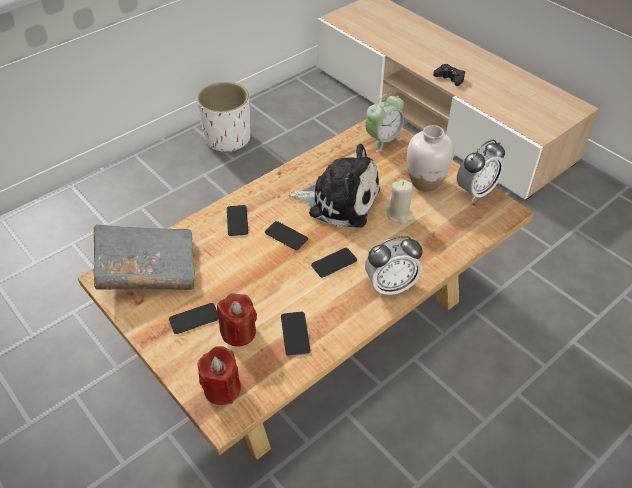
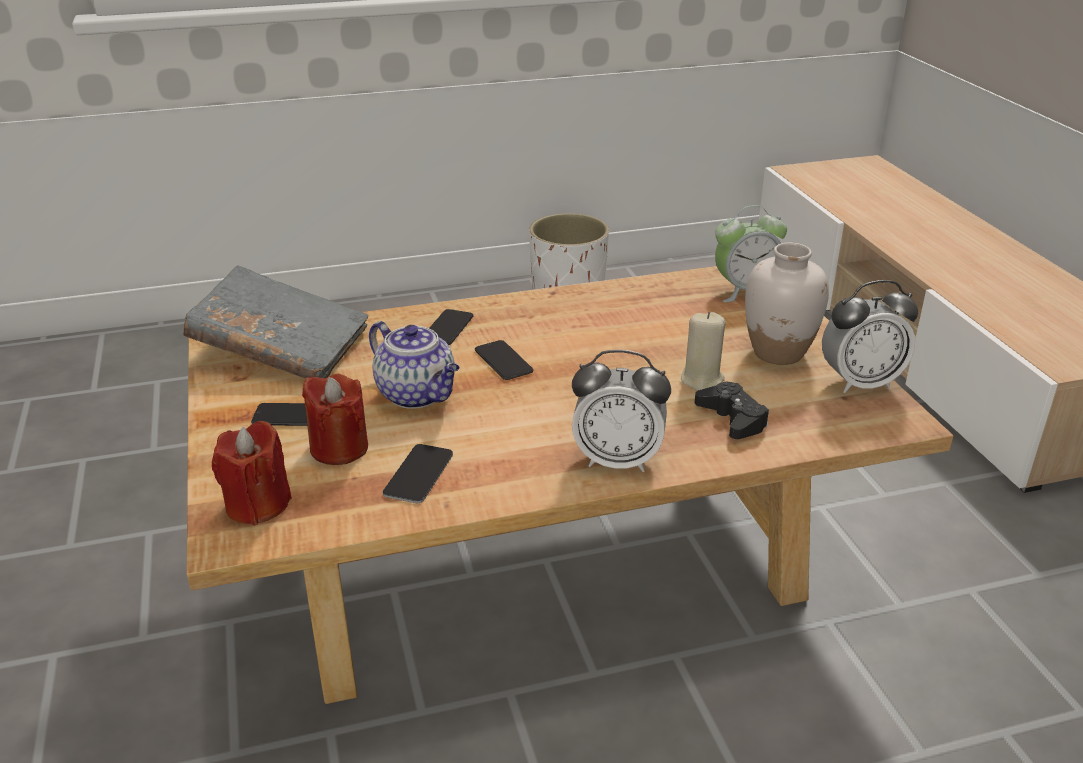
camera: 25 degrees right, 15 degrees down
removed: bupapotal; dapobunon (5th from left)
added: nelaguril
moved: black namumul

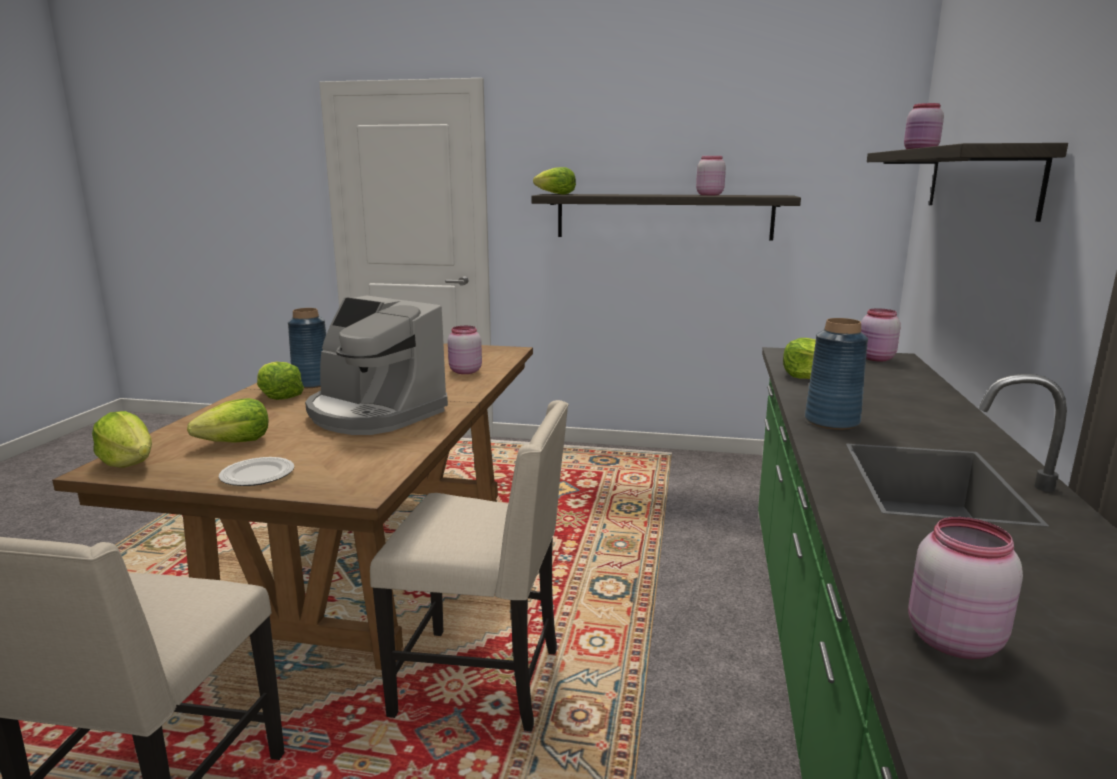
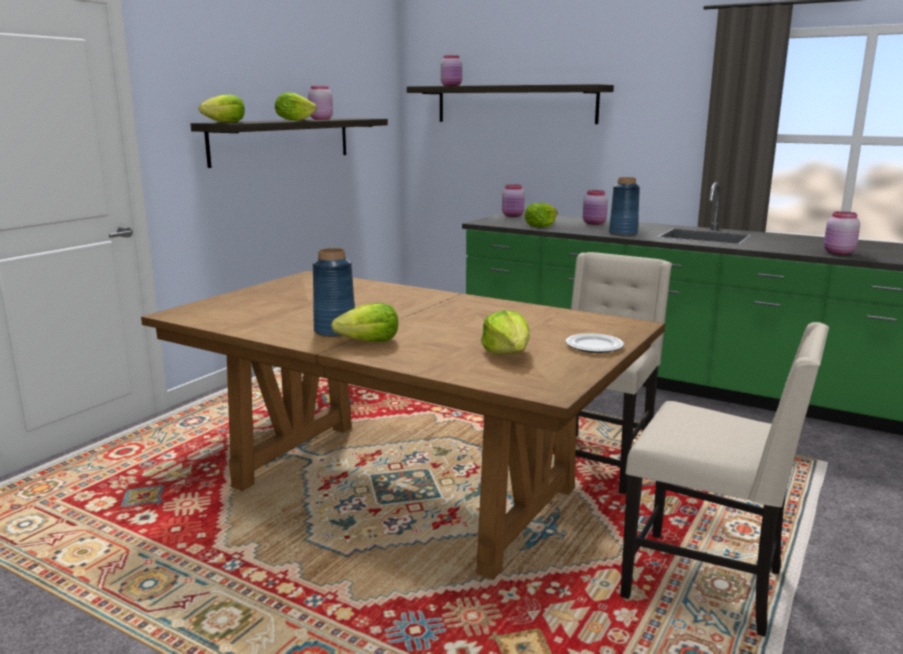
camera: 70 degrees left, 0 degrees up
removed: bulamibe
moved: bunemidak (1st from left in the first image) to bunemidak (2nd from left); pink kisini (1st from left in the first image) to pink kisini (4th from left)

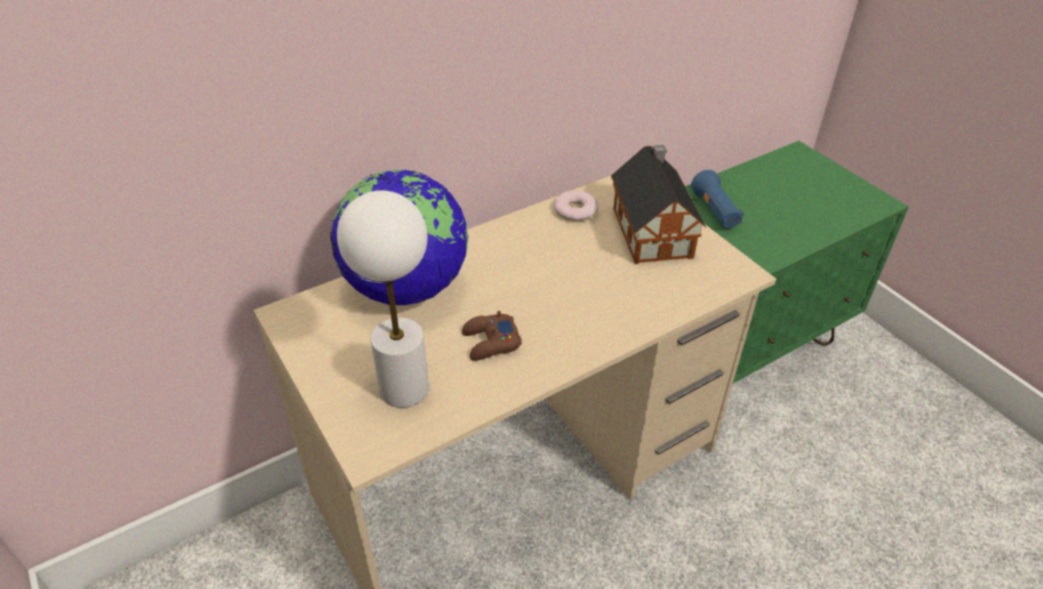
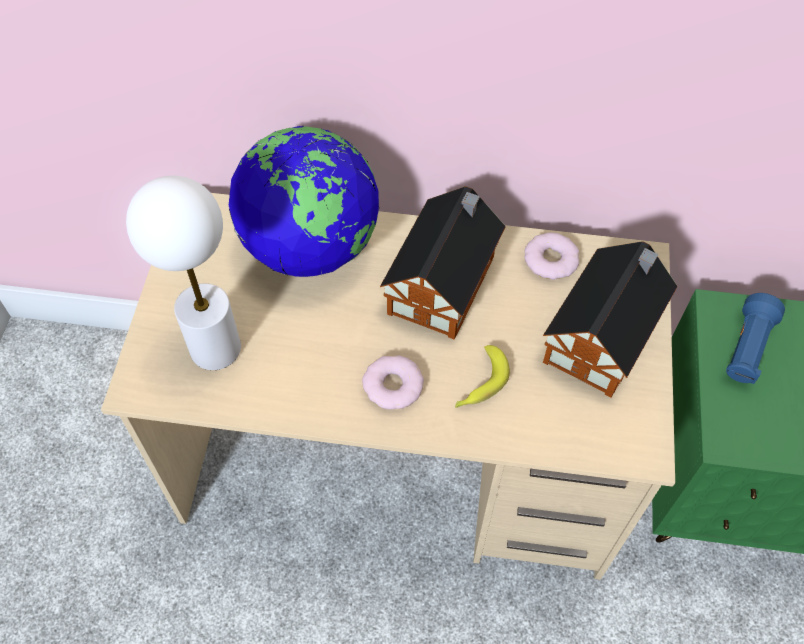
camera: 40 degrees right, 15 degrees up
removed: brown namumul
added: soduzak (1st from left); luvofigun (1st from left); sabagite

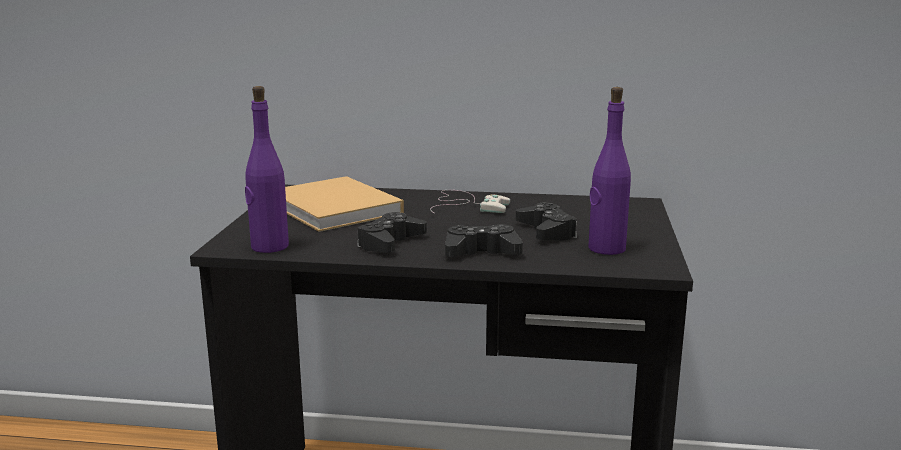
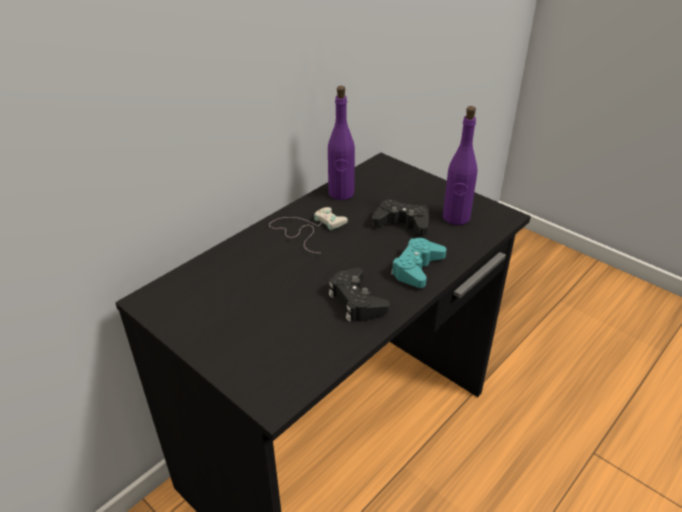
camera: 55 degrees left, 20 degrees up
removed: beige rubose
moved: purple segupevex (1st from left)
recoloured: black namumul (2nd from left) to turquoise namumul

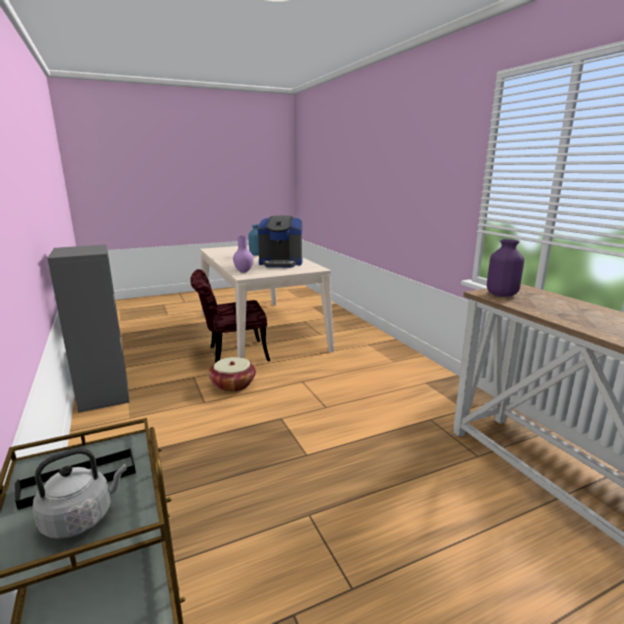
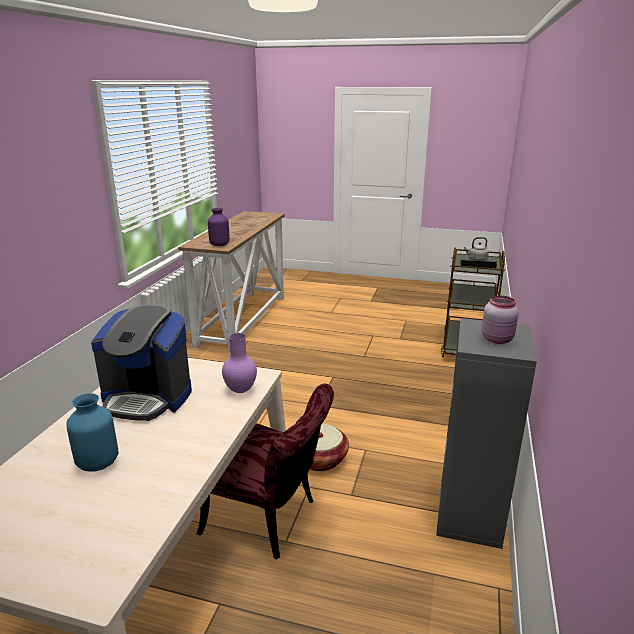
camera: 140 degrees left, 5 degrees up
added: pink kisini
turned: bulamibe 150 degrees clockwise

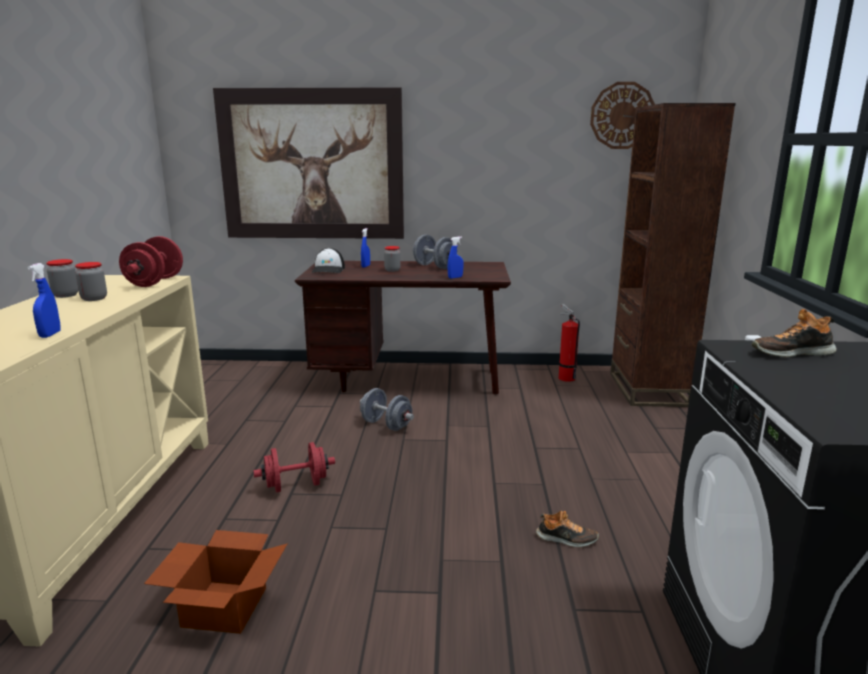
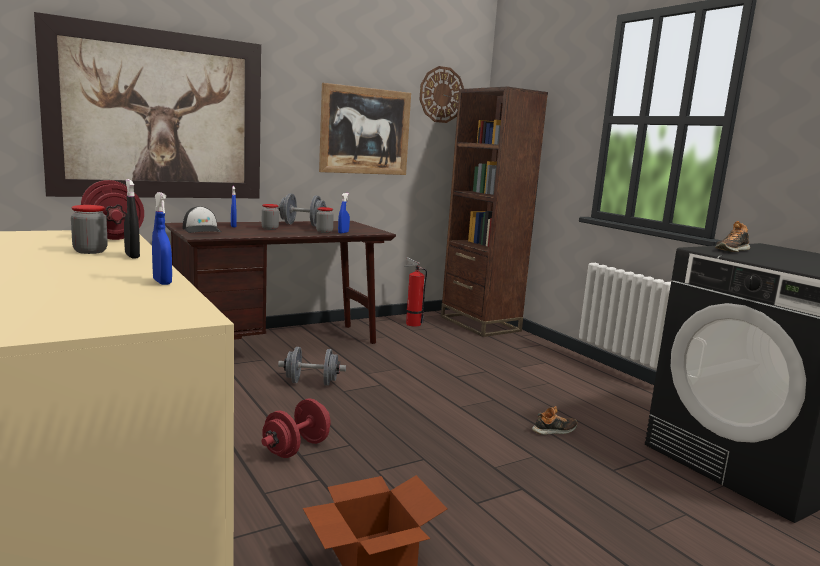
camera: 35 degrees left, 5 degrees down
added: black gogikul; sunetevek (2nd from left)
moved: kisini (1st from left in the first image) to kisini (3rd from left)

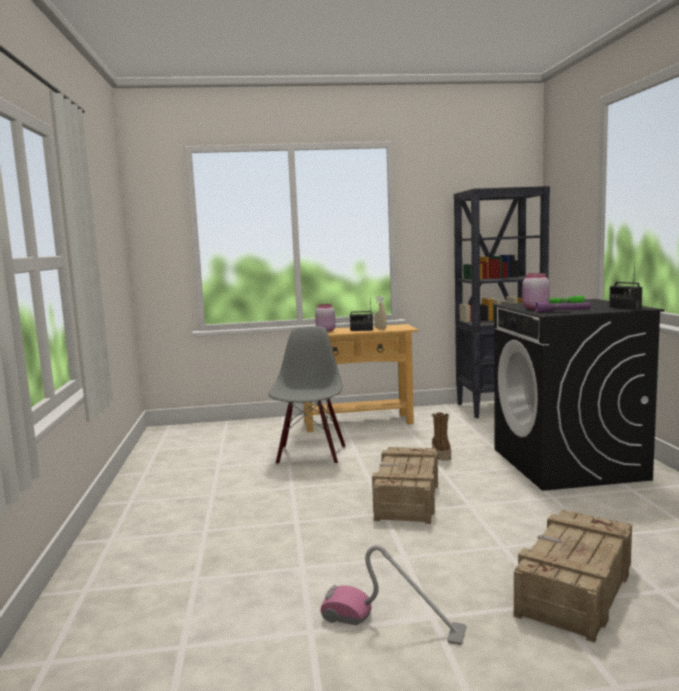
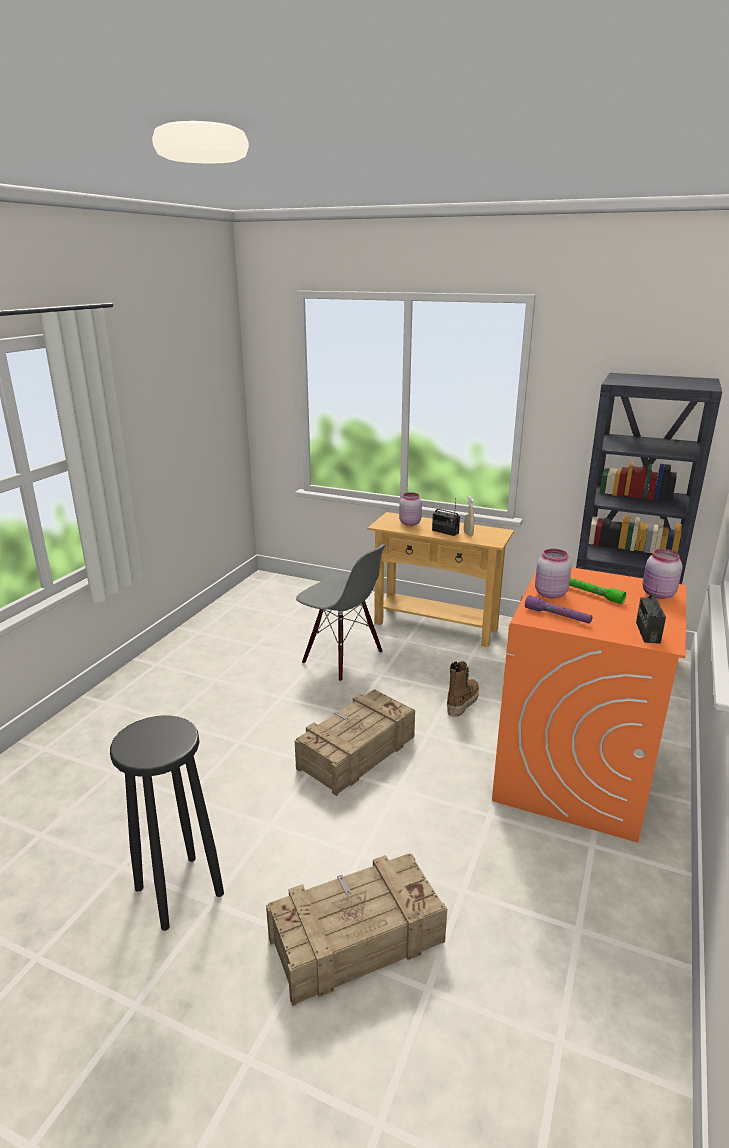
camera: 30 degrees right, 15 degrees up
added: pink kisini (3rd from left)
replaced: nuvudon to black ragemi
recoloured: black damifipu to orange damifipu
turned: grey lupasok 90 degrees clockwise

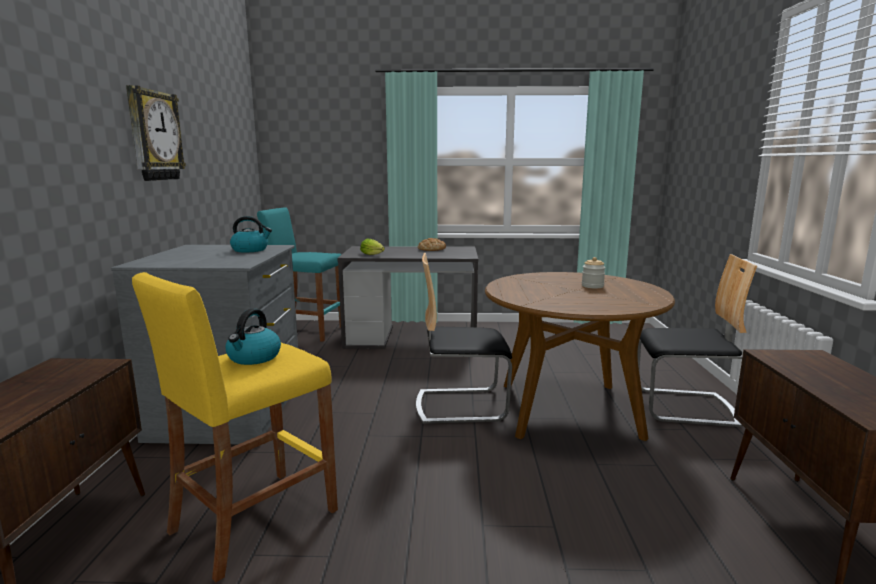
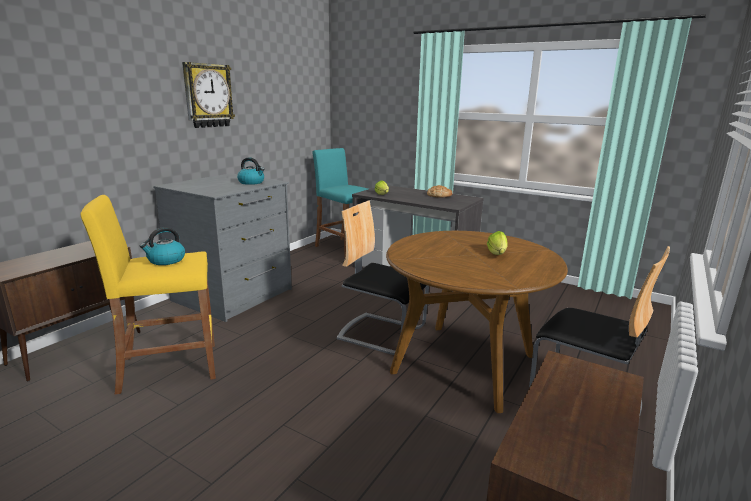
camera: 30 degrees right, 5 degrees up
replaced: kisini to bunemidak (2nd from left)

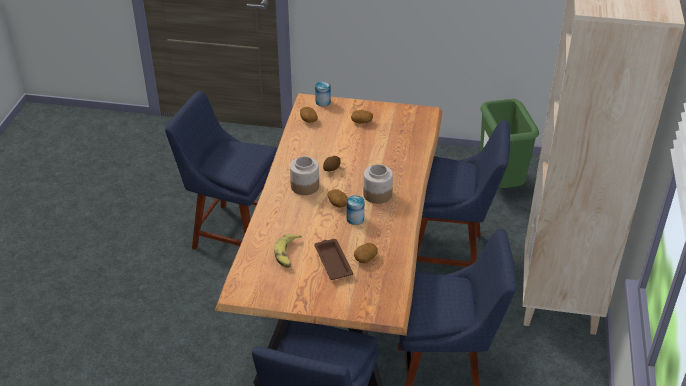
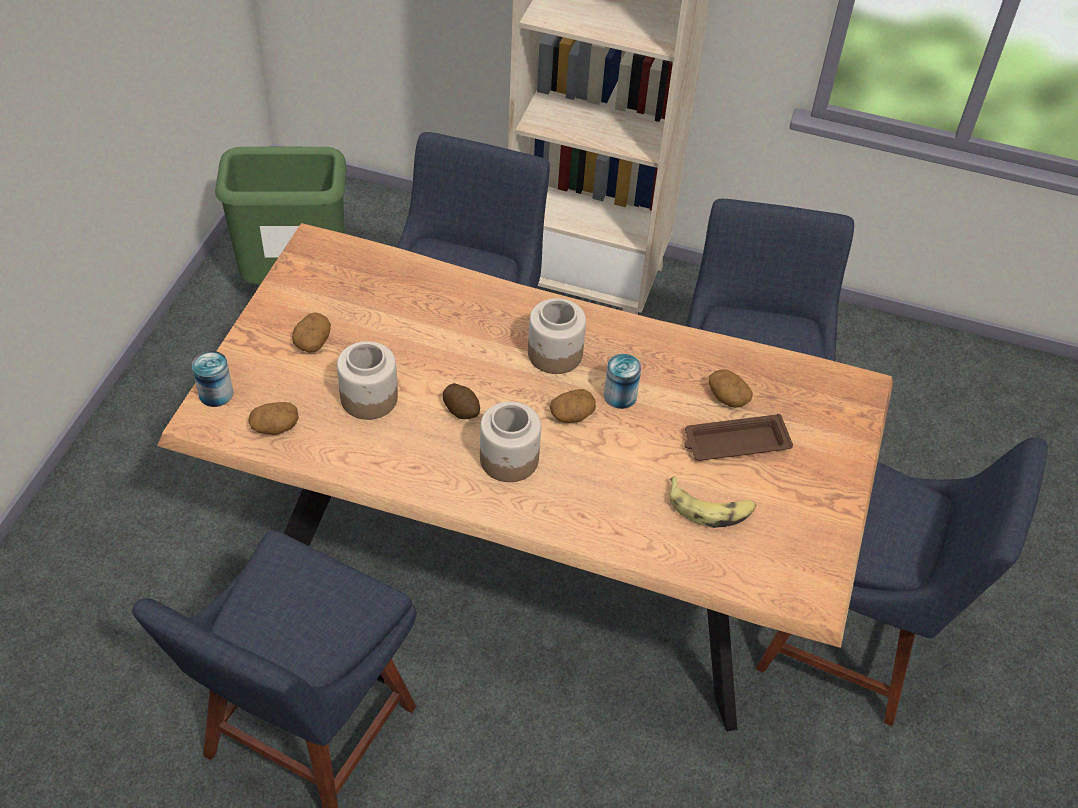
camera: 85 degrees left, 10 degrees up
added: kisini (1st from left)

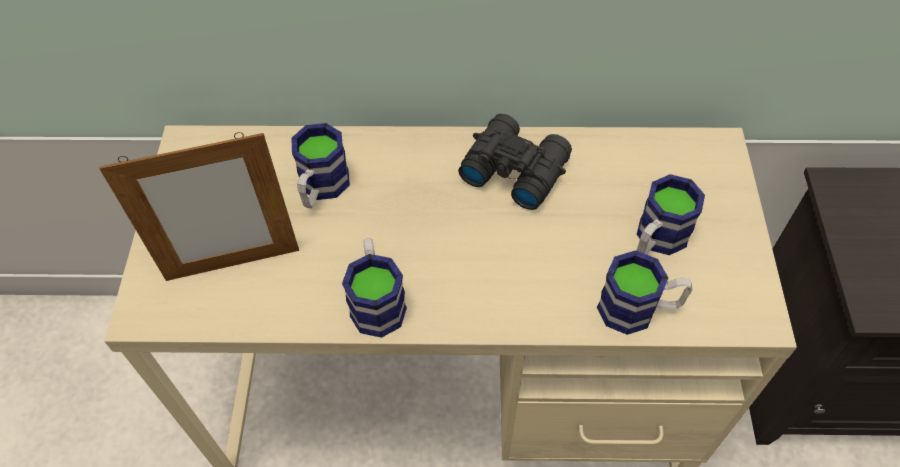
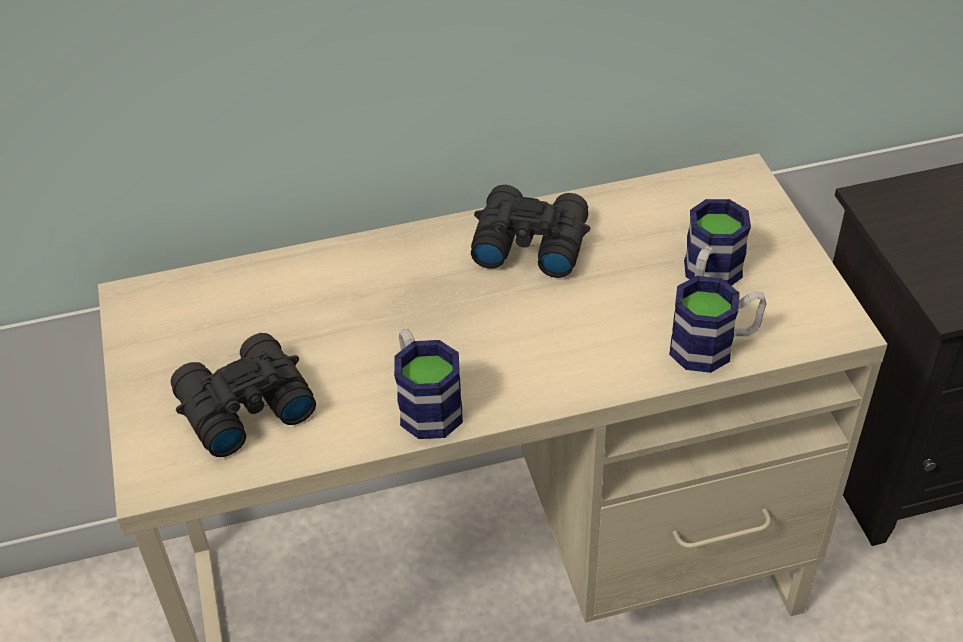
camera: 15 degrees left, 10 degrees down
removed: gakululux (1st from left)
replaced: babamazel to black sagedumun (1st from left)

